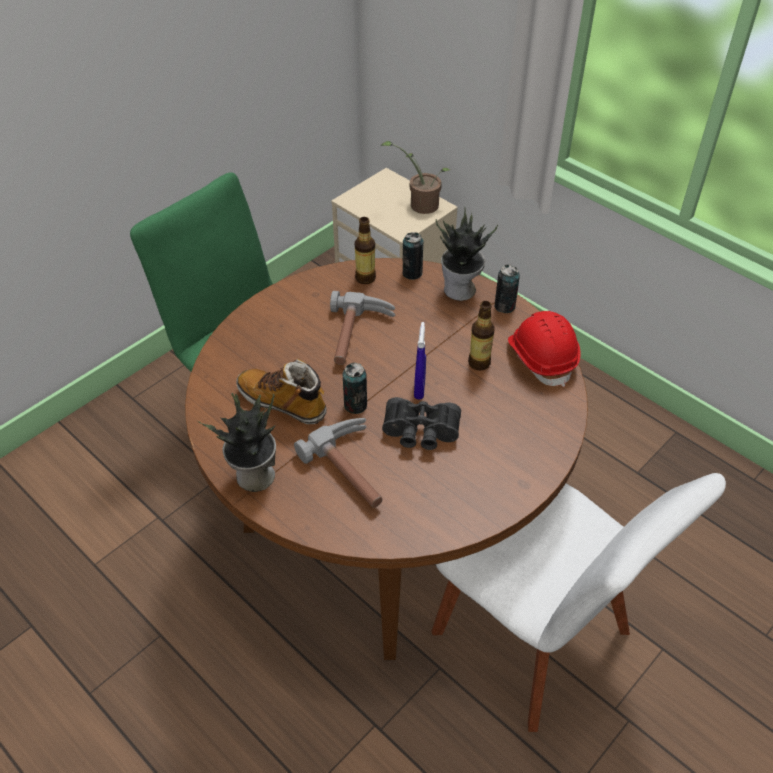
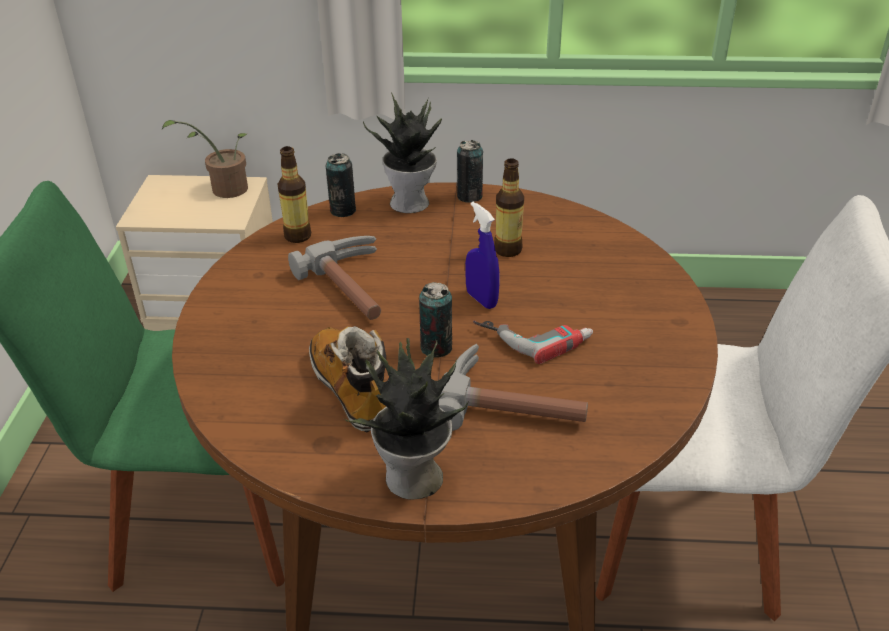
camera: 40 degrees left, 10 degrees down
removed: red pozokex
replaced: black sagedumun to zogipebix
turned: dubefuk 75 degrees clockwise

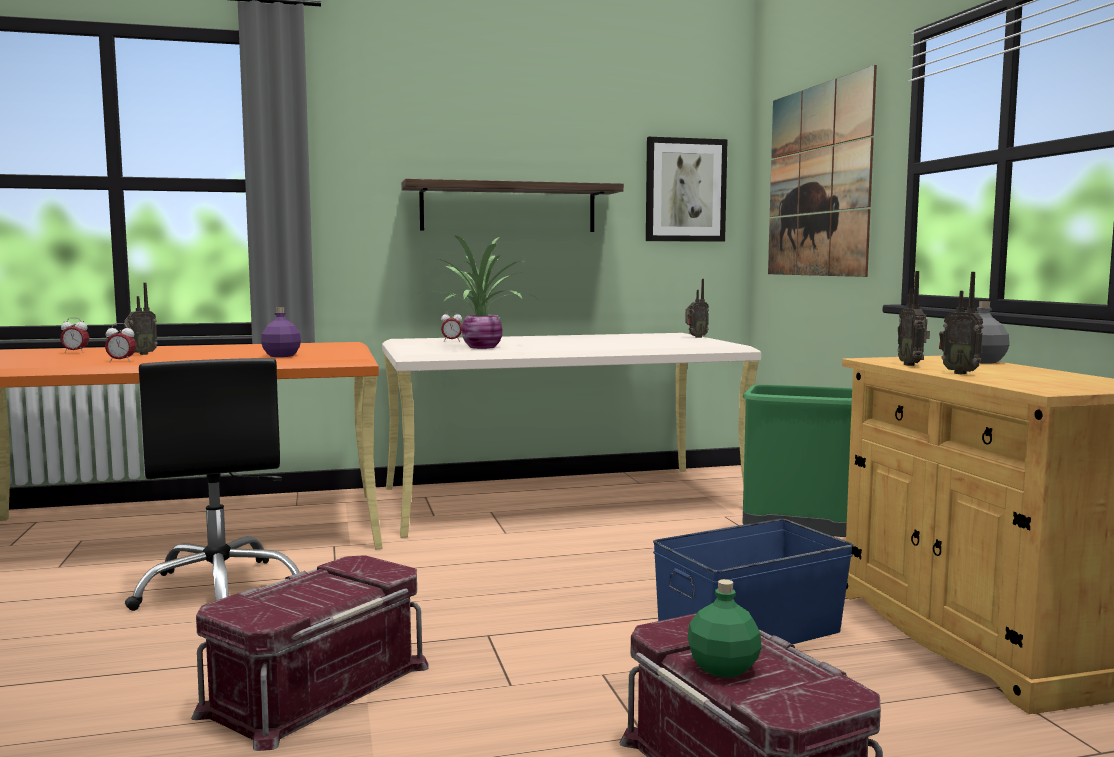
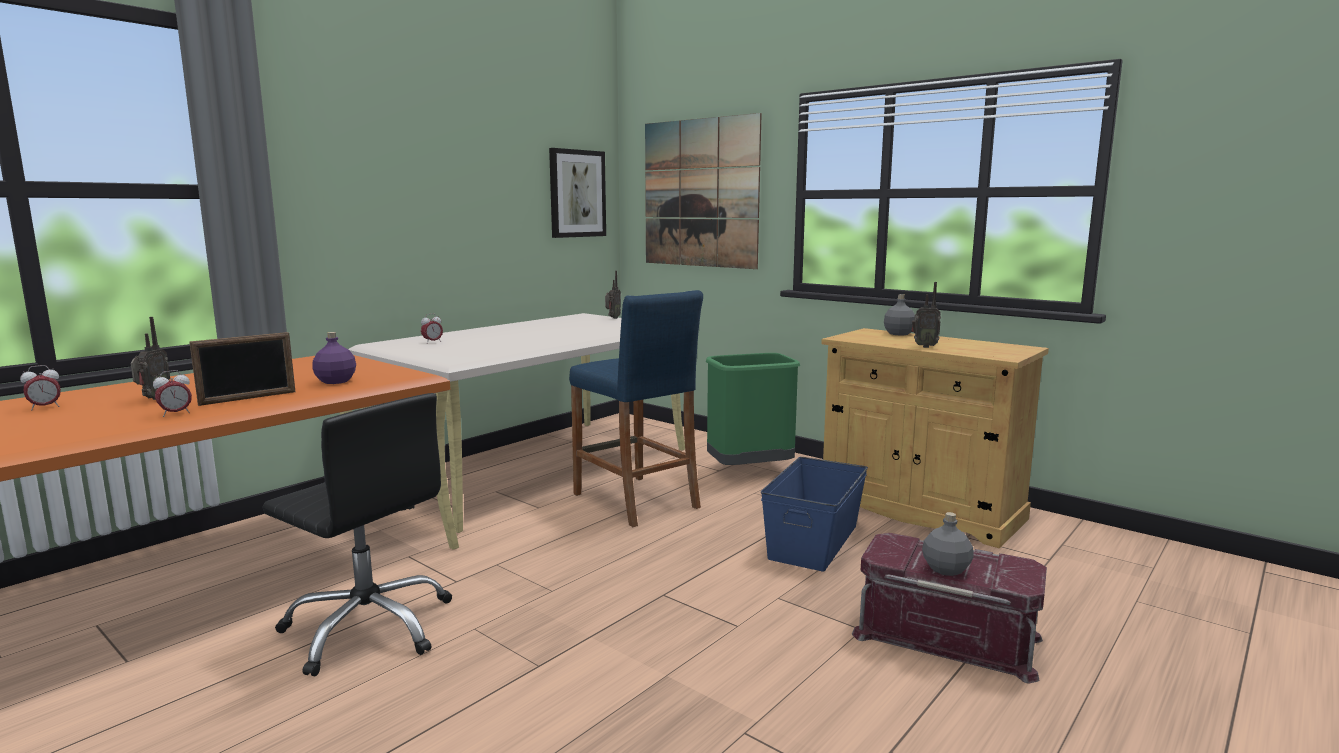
camera: 35 degrees left, 5 degrees up
removed: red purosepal (1st from left); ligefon; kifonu; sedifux (3rd from left)
added: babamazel; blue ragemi
recoloured: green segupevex to grey segupevex (2nd from left)

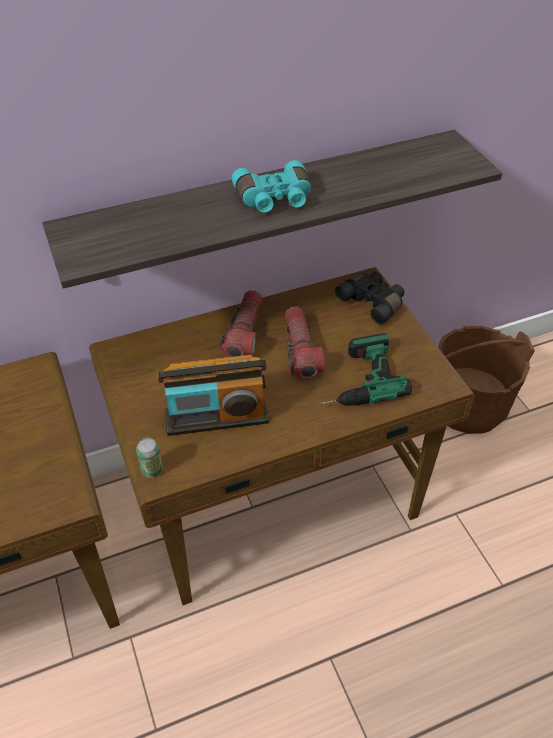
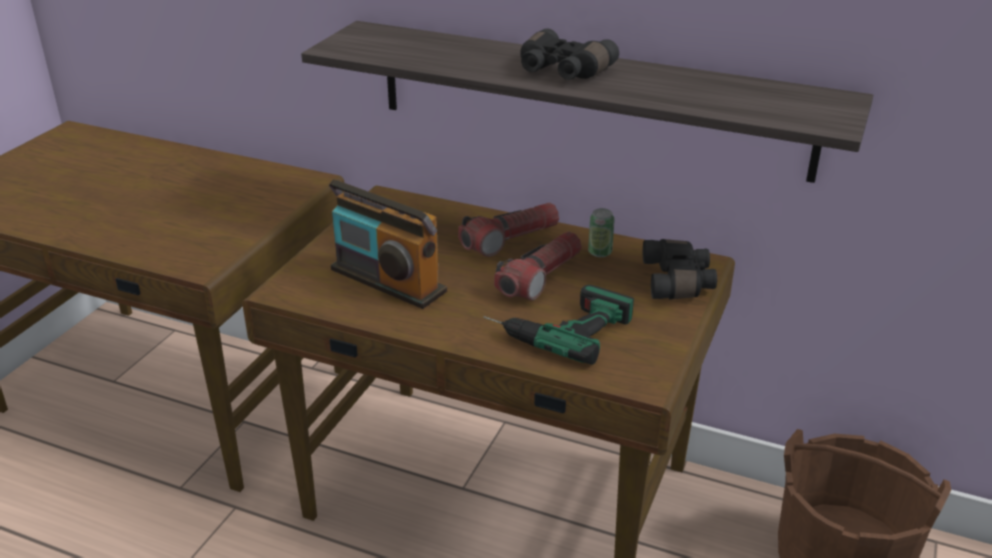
camera: 45 degrees right, 15 degrees down
moved: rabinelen
recoloured: turquoise sagedumun to black sagedumun (1st from left)

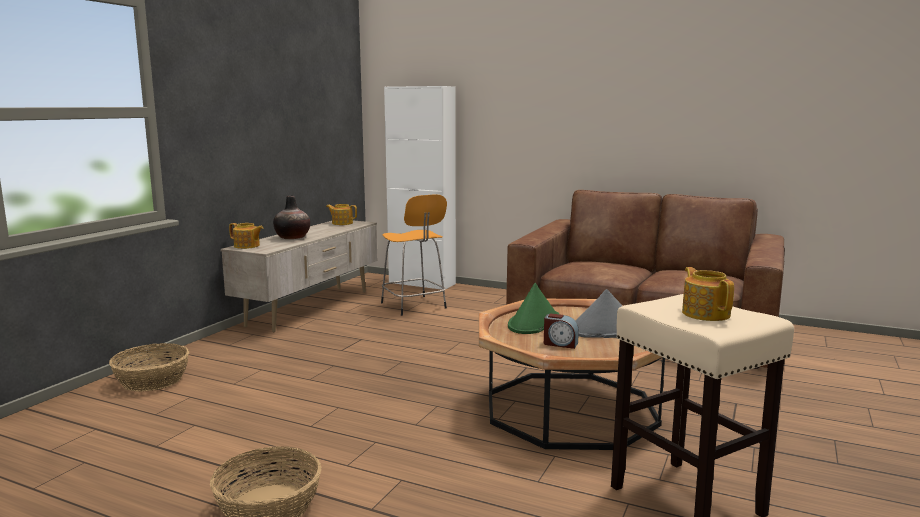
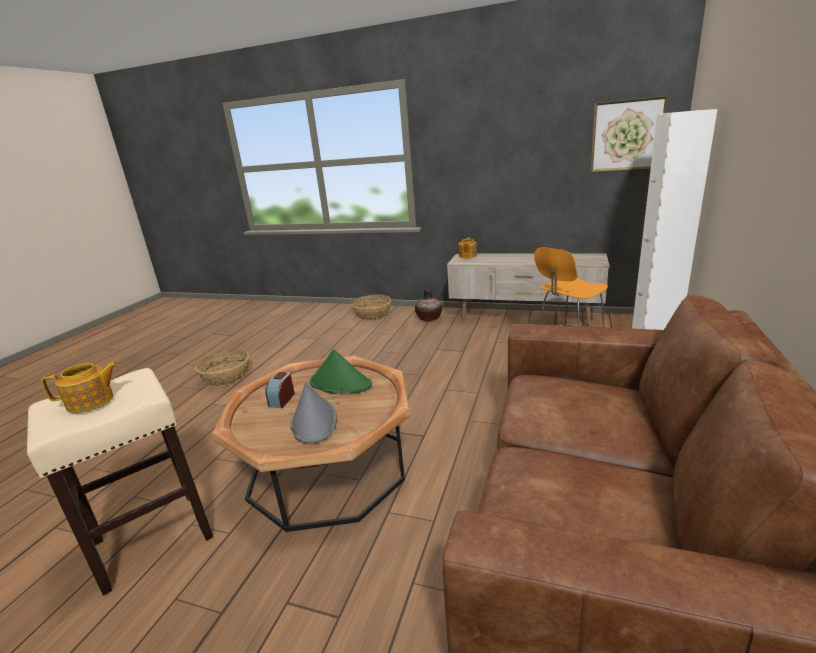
camera: 85 degrees right, 10 degrees up
removed: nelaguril (2nd from left)
added: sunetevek
moved: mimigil

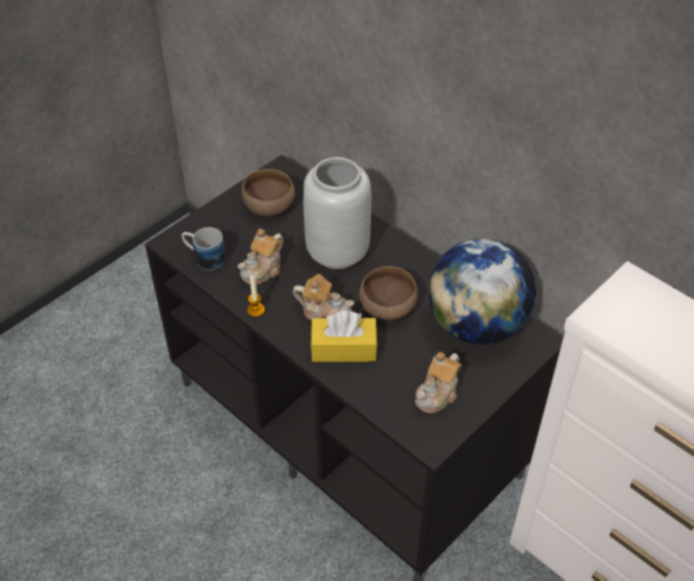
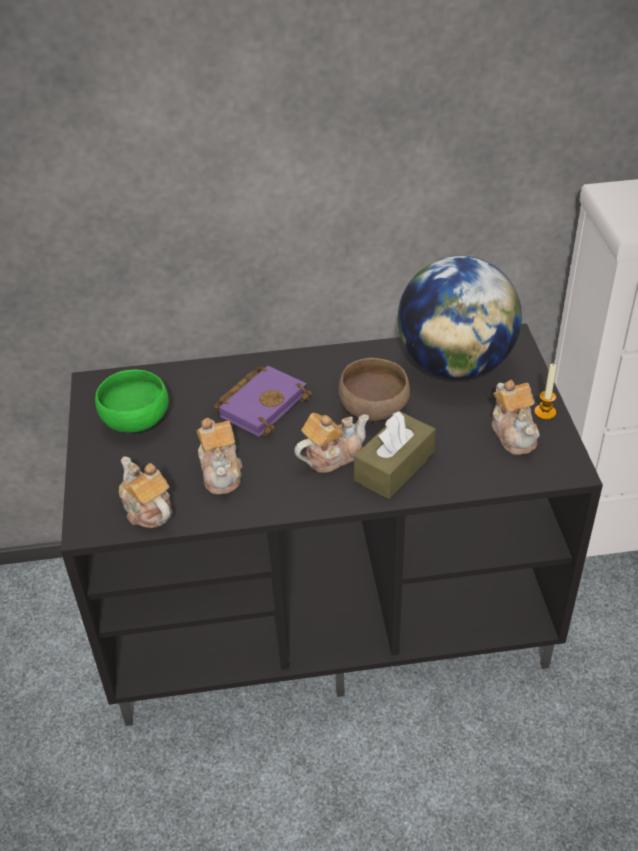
camera: 50 degrees left, 5 degrees down
moved: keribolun
replaced: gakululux to nelaguril (1st from left); grey mimigil to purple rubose
recoloured: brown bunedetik (1st from left) to green bunedetik; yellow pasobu to brown pasobu

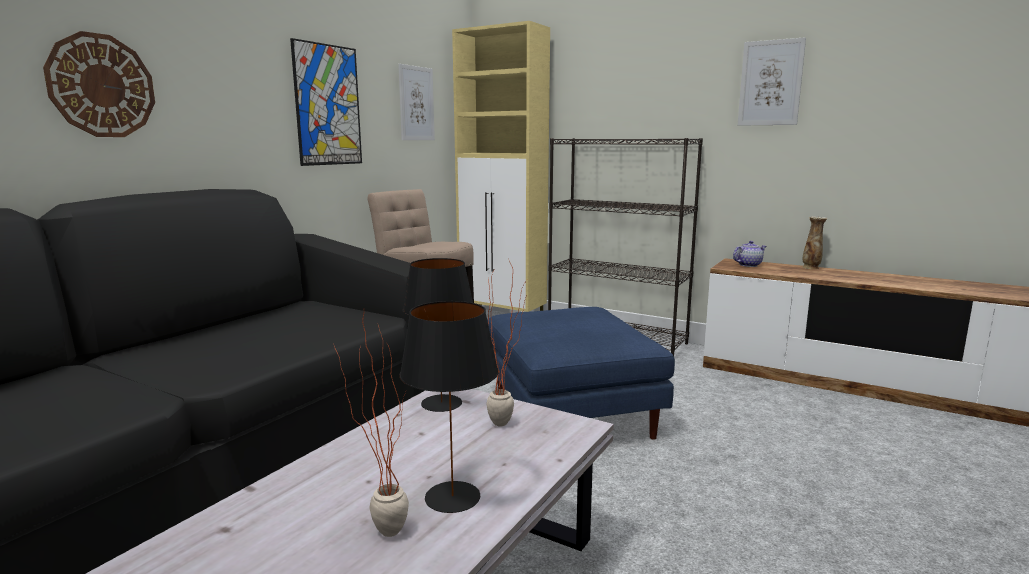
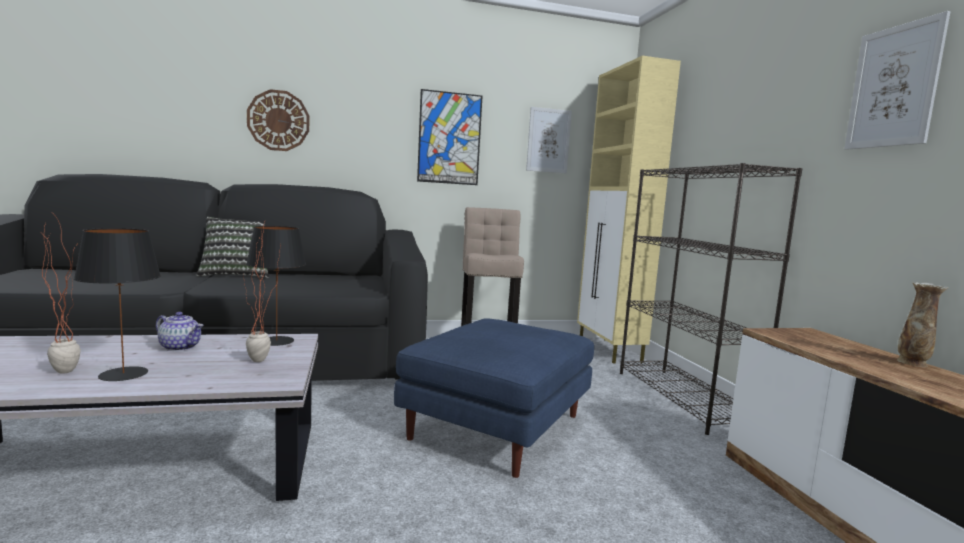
camera: 45 degrees right, 5 degrees down
added: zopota
moved: nelaguril

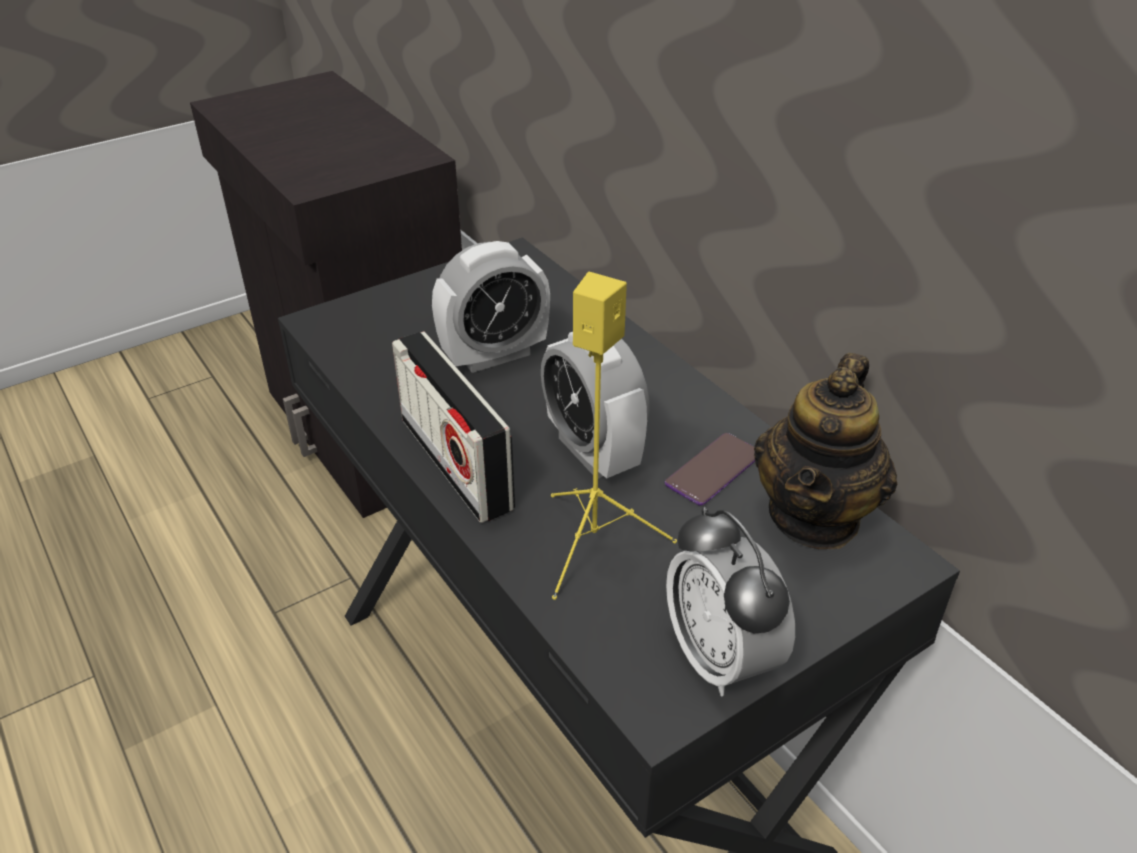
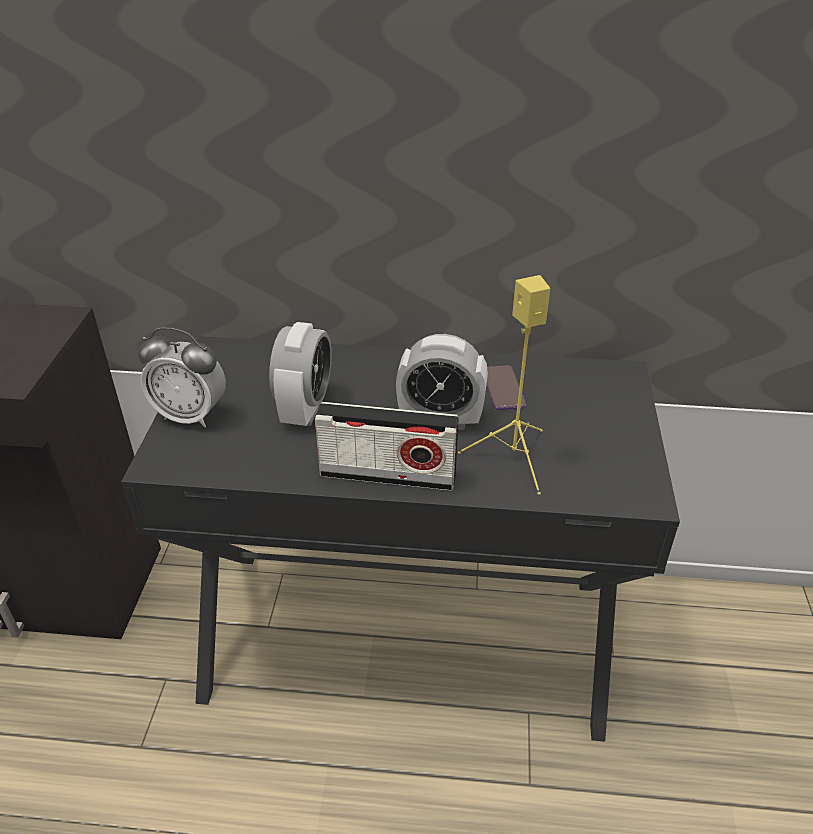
camera: 50 degrees left, 0 degrees up
removed: nelaguril
moved: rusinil (3rd from left in the first image) to rusinil (1st from left)

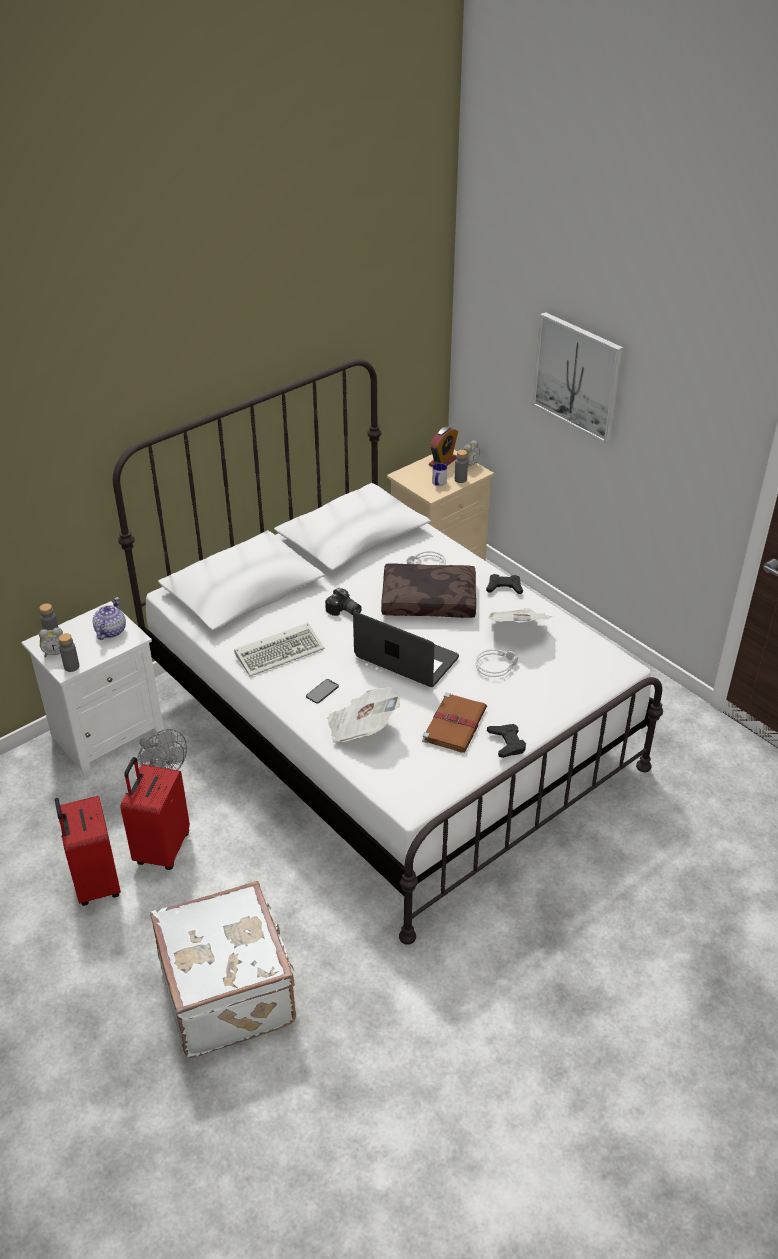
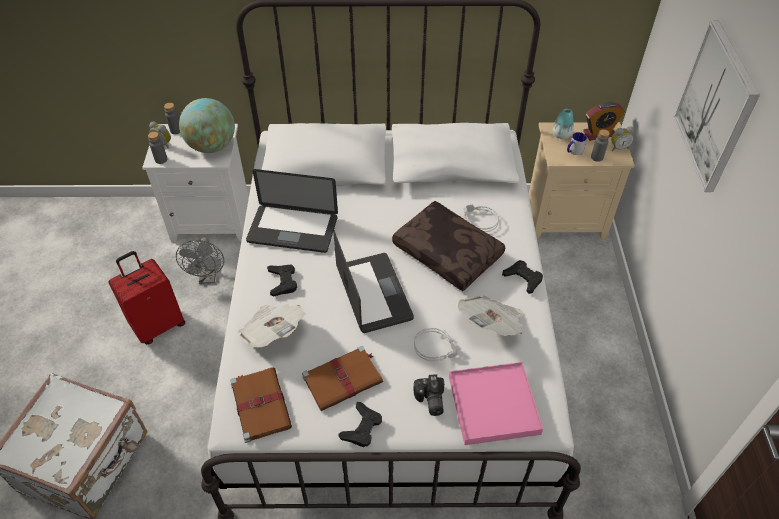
camera: 40 degrees right, 10 degrees up
removed: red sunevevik (1st from left)
added: brown rubose (1st from left); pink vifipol; mimigil
moved: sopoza
replaced: nelaguril to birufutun; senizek to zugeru (1st from left); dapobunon to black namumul (1st from left)

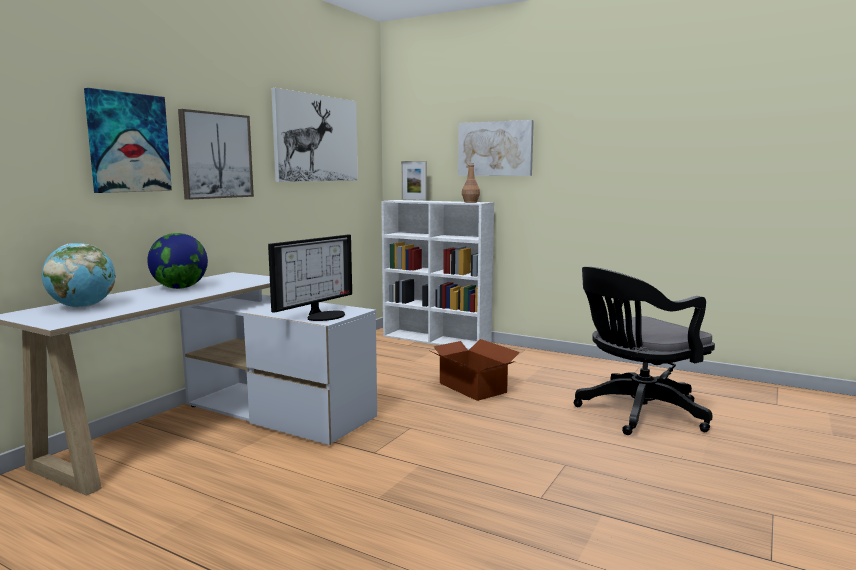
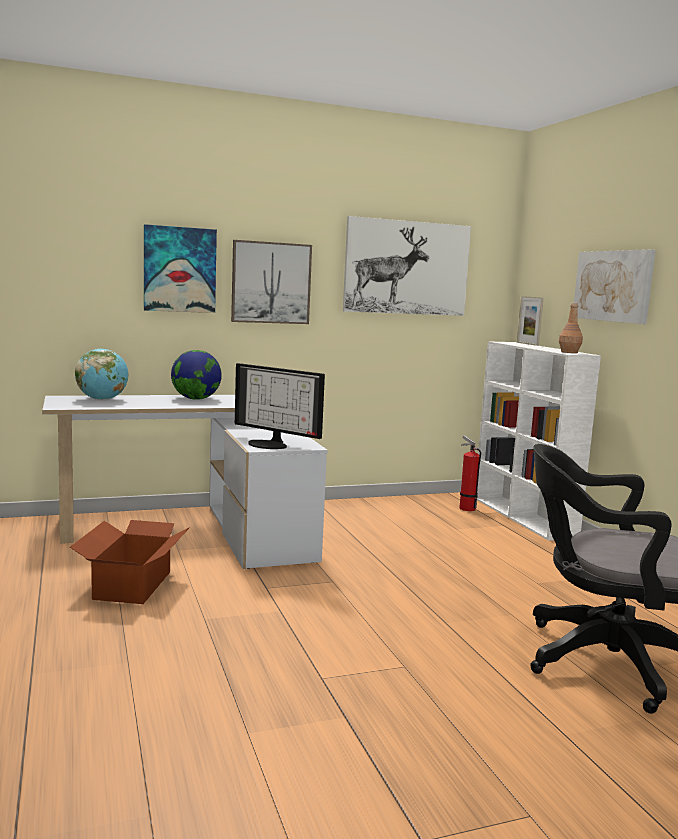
camera: 40 degrees right, 0 degrees up
added: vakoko
moved: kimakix
turned: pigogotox 45 degrees clockwise

